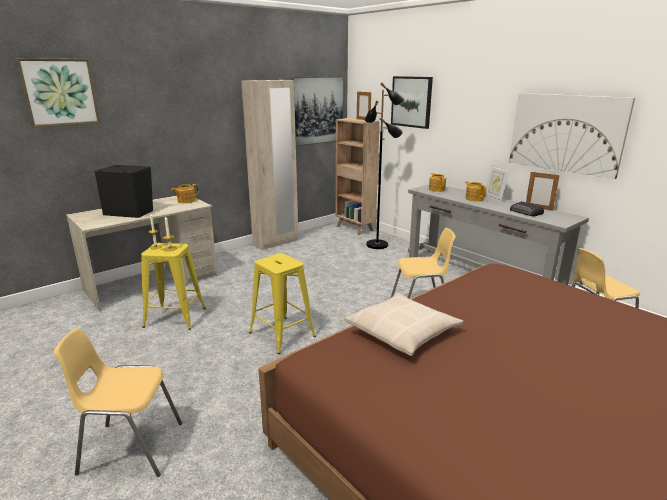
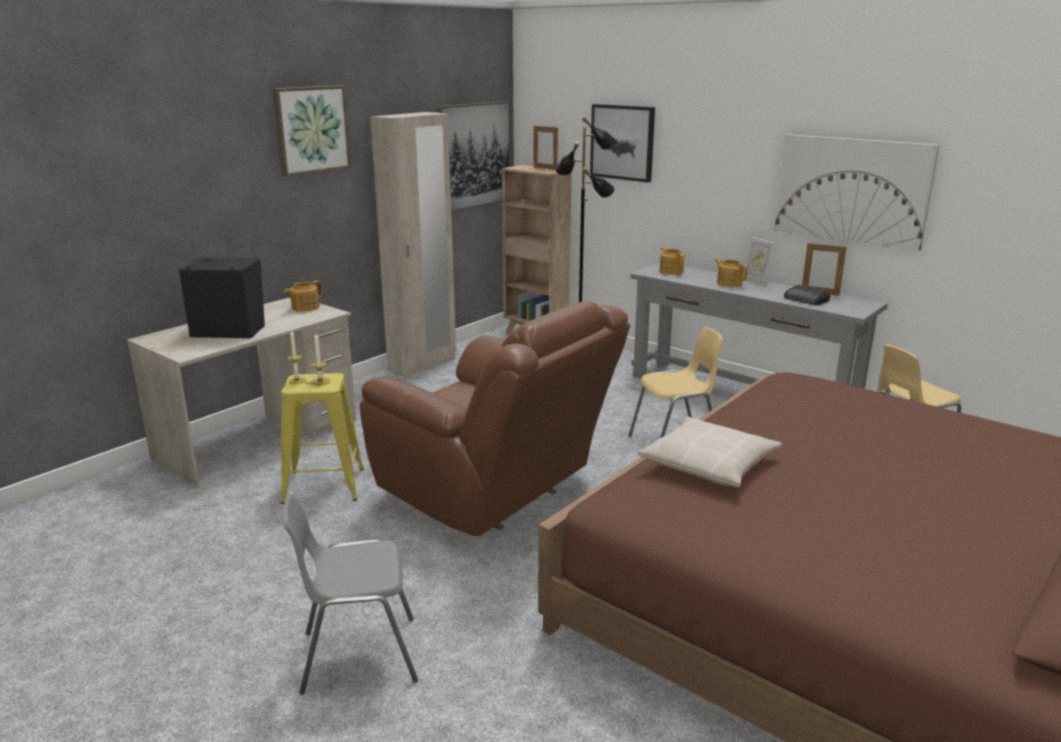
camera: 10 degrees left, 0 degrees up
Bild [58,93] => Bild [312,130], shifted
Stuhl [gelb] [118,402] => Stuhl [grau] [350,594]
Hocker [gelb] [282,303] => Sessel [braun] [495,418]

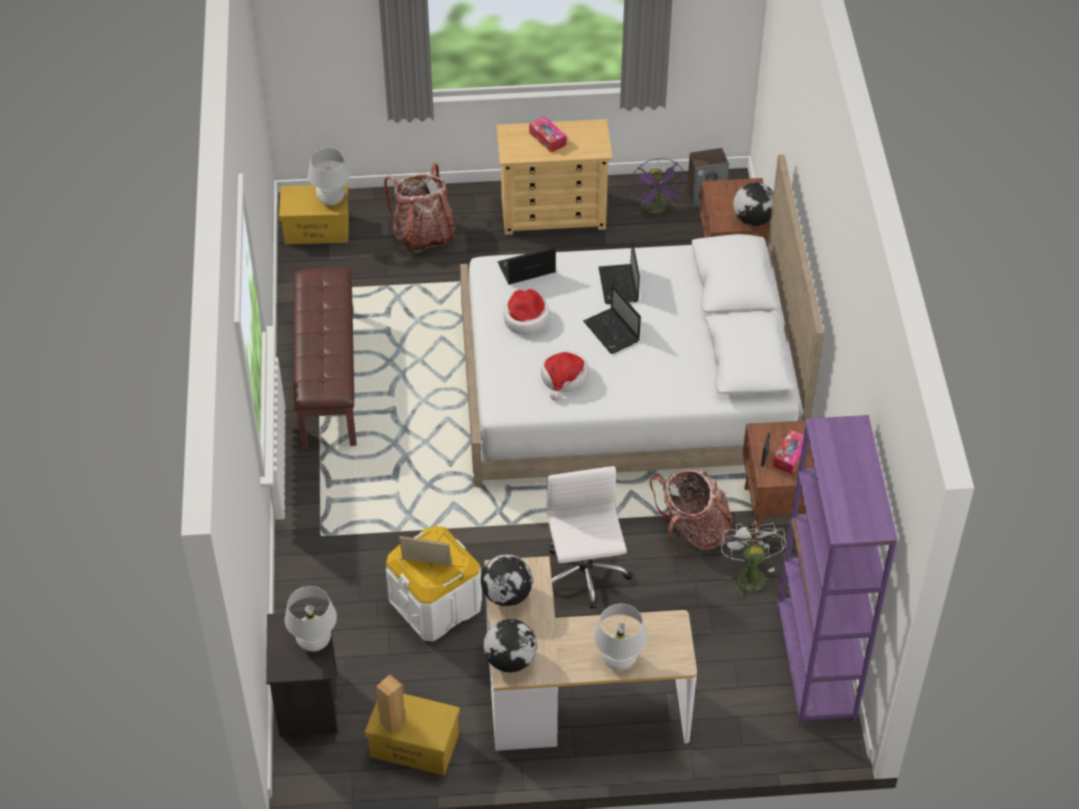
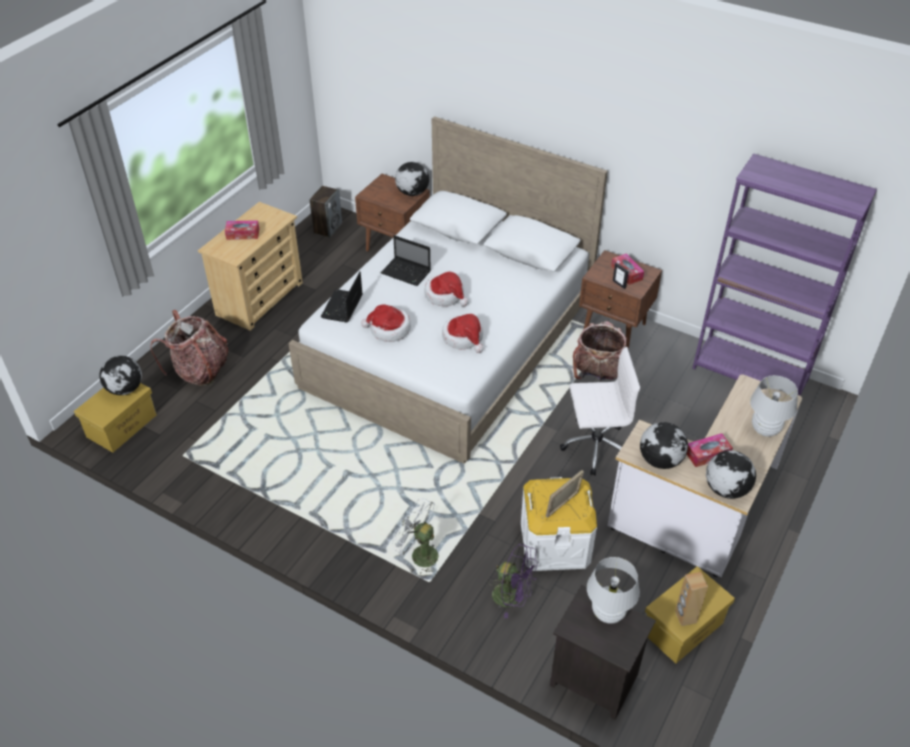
camera: 55 degrees left, 5 degrees down
Tischlampe [weiß] [329,176] => Globus [120,375]
Ventilator [weiß] [753,560] => Ventilator [weiß] [415,535], shifted
Laptop [612,319] => Hut [446,289]
Ventilator [lila] [658,186] => Ventilator [lila] [513,580], shifted
Bürostuhl [weiß] [590,537] => Bürostuhl [weiß] [600,411], 150 degrees clockwise
nothing => Taschentuchbox [710,450]
Bank [braun] [325,358] => nothing

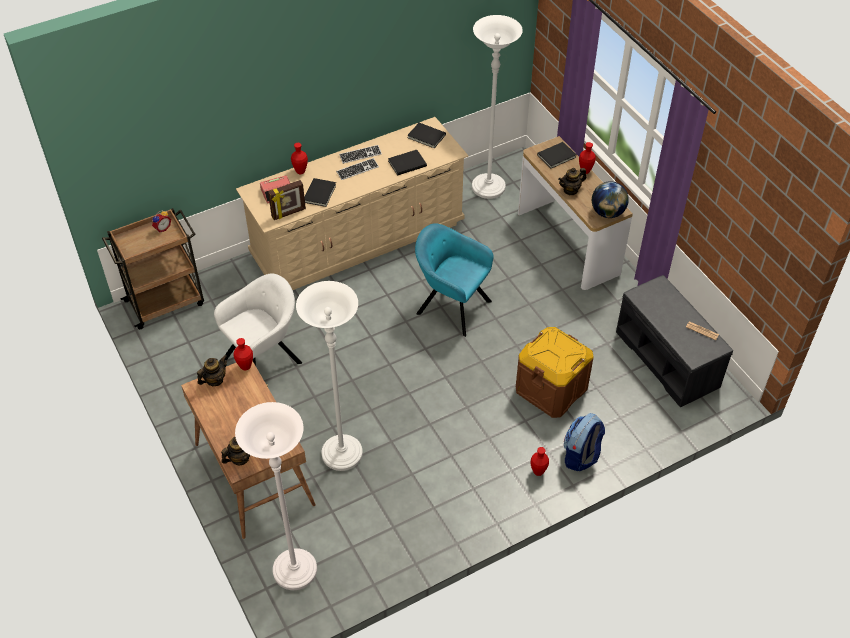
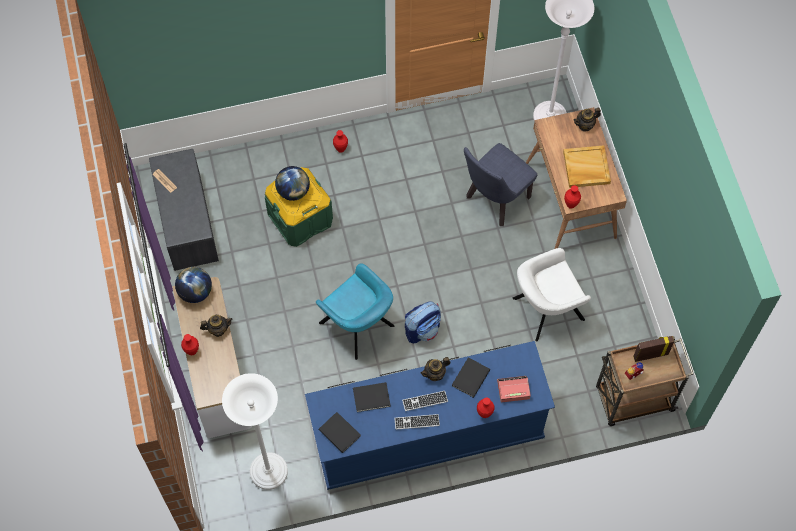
camera: 165 degrees left, 15 degrees up
Aufbewahrungsbox [braun] [555,372] => Aufbewahrungsbox [grün] [299,207]
nothing => Globus [292,183]
Kommode [beige] [352,203] => Kommode [blau] [430,415]
Rucksack [584,442] => Rucksack [423,322], shifted
Teekanne [212,370] => Teekanne [436,369], shifted
Stehlampe [weiß] [329,376] => Stuhl [blau] [500,184]
nothing => Tablett [beige] [587,166]
Bilderrahmen [287,200] => Bilderrahmen [653,349], shifted
Buch [schwarz] [556,155] => nothing

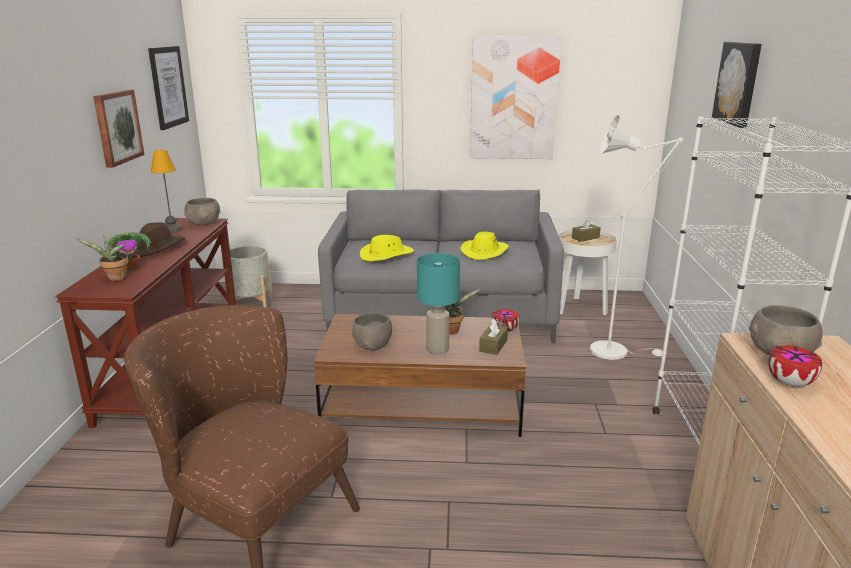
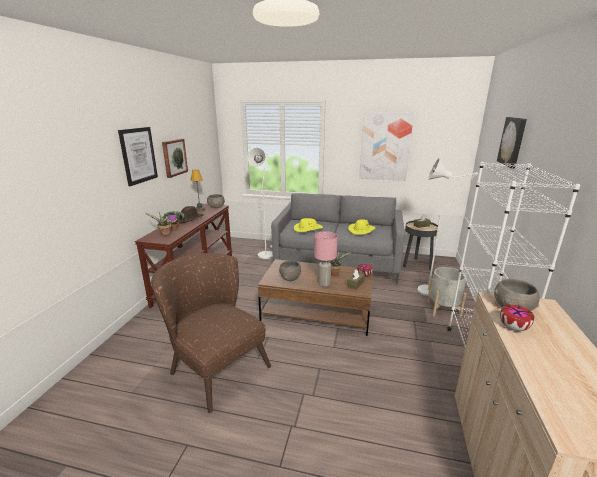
camera: 10 degrees right, 0 degrees up
Bild [168,88] => Bild [138,156], shifted
nothing => Stehlampe [weiß] [260,203]
Tischlampe [türkis] [438,303] => Tischlampe [rosa] [326,258]
Beistelltisch [weiß] [588,272] => Beistelltisch [schwarz] [420,245]
Pflanzkübel [grau] [251,277] => Pflanzkübel [grau] [447,292], shifted

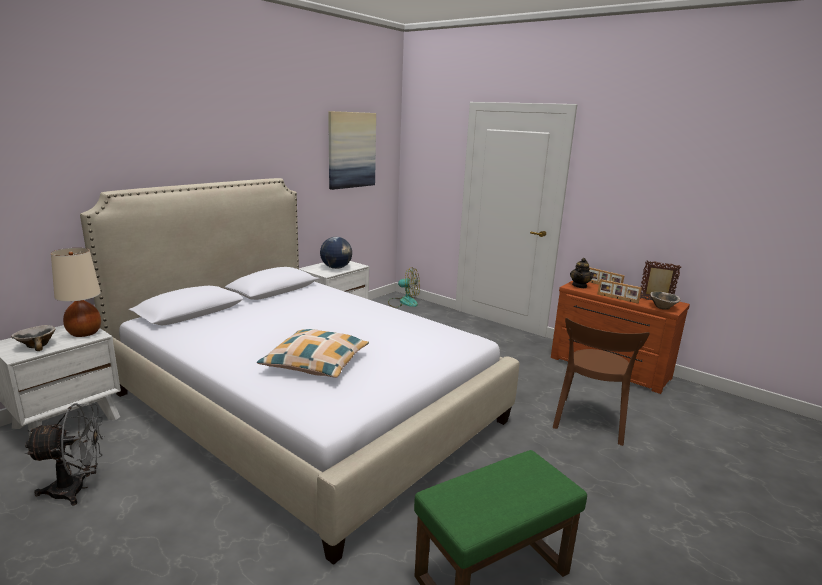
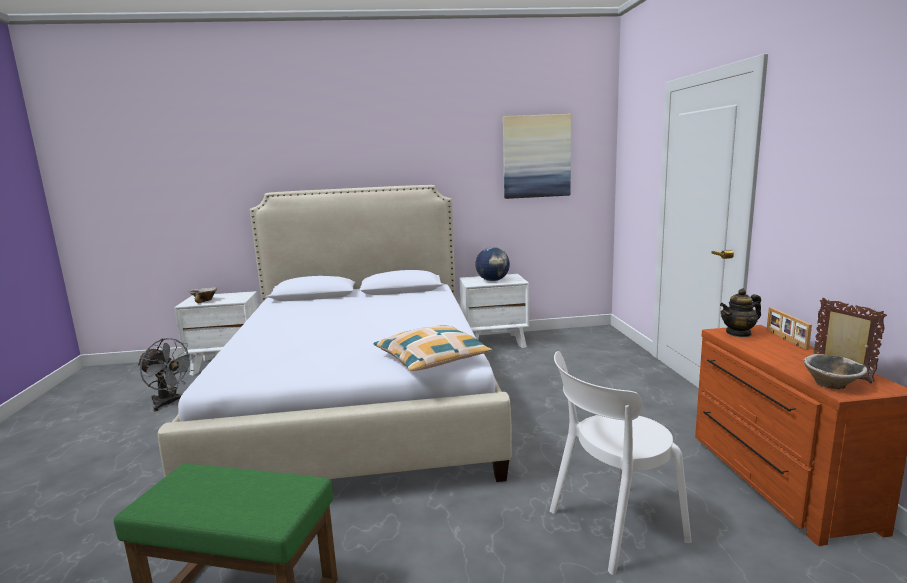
camera: 45 degrees right, 5 degrees down
Kissen [313,353] => Kissen [432,348], shifted
Stuhl [braun] [601,382] => Stuhl [weiß] [621,463]
Tischlampe [beige] [76,292] => nothing
Ventilator [404,287] => nothing
Bilderrahmen [619,291] => nothing

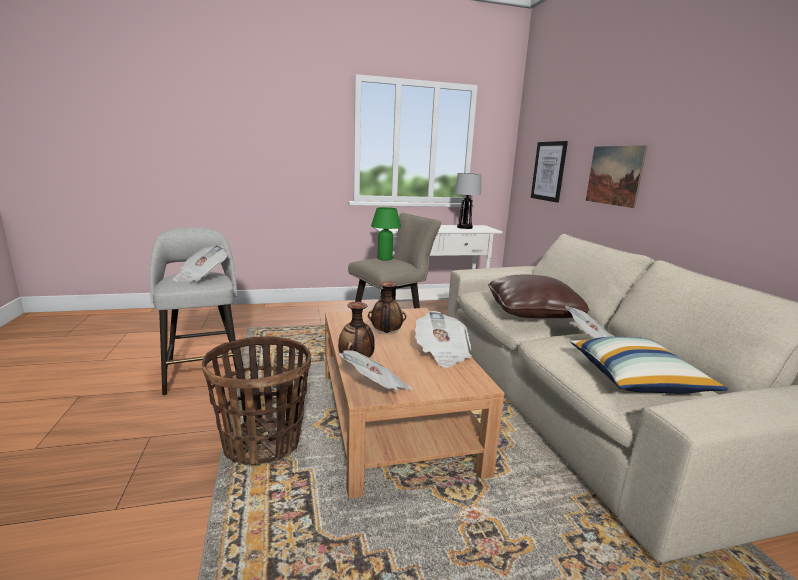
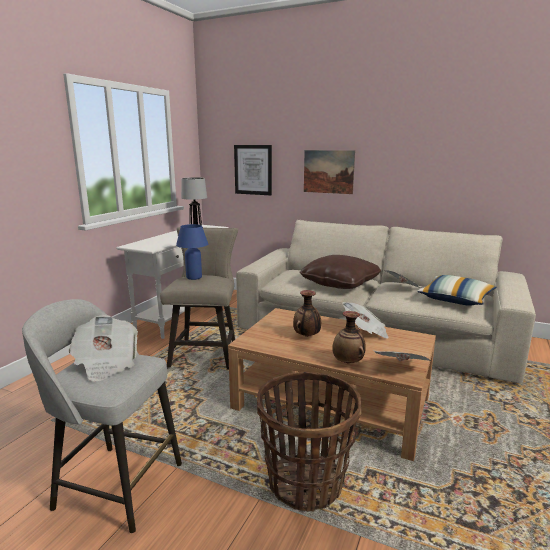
camera: 50 degrees left, 0 degrees up
Tischlampe [grün] [386,234] => Tischlampe [blau] [192,252]

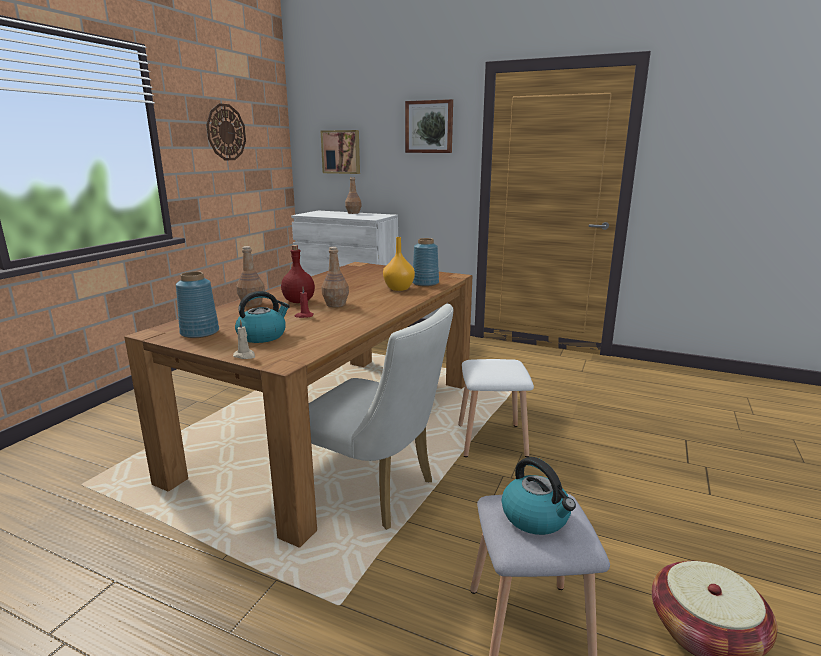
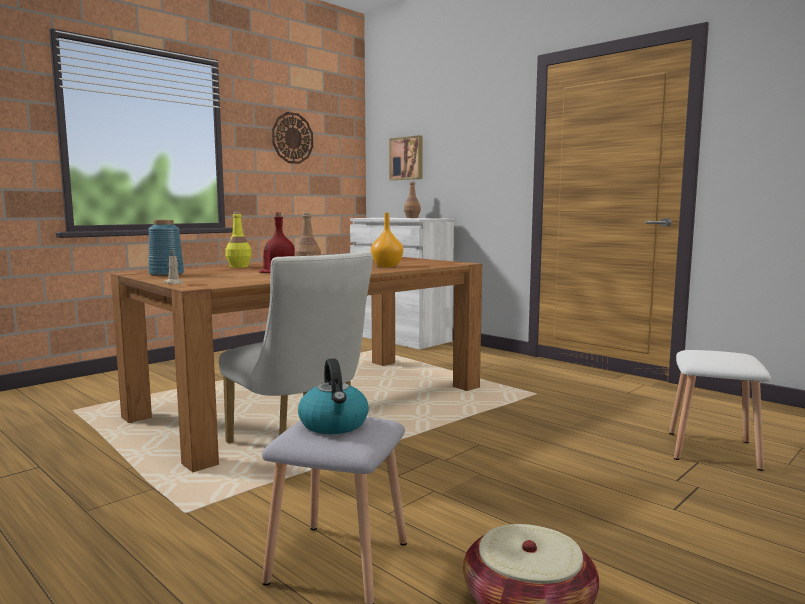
camera: 20 degrees right, 10 degrees down
Flasche [braun] [250,276] => Flasche [gelb] [239,240]
Hocker [weiß] [496,408] => Hocker [weiß] [720,410], shifted
Wasserkessel [262,317] => nothing
Bild [429,126] => nothing
Vase [blau] [426,262] => nothing

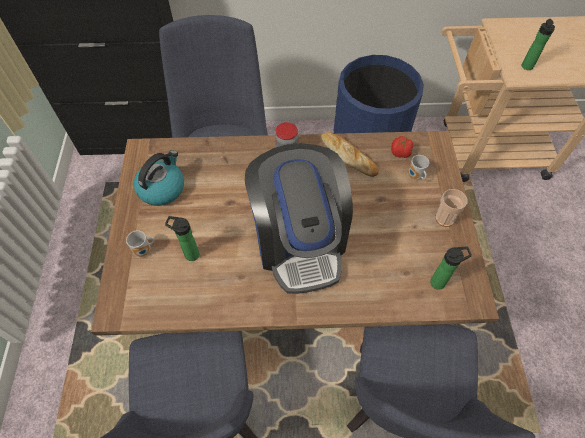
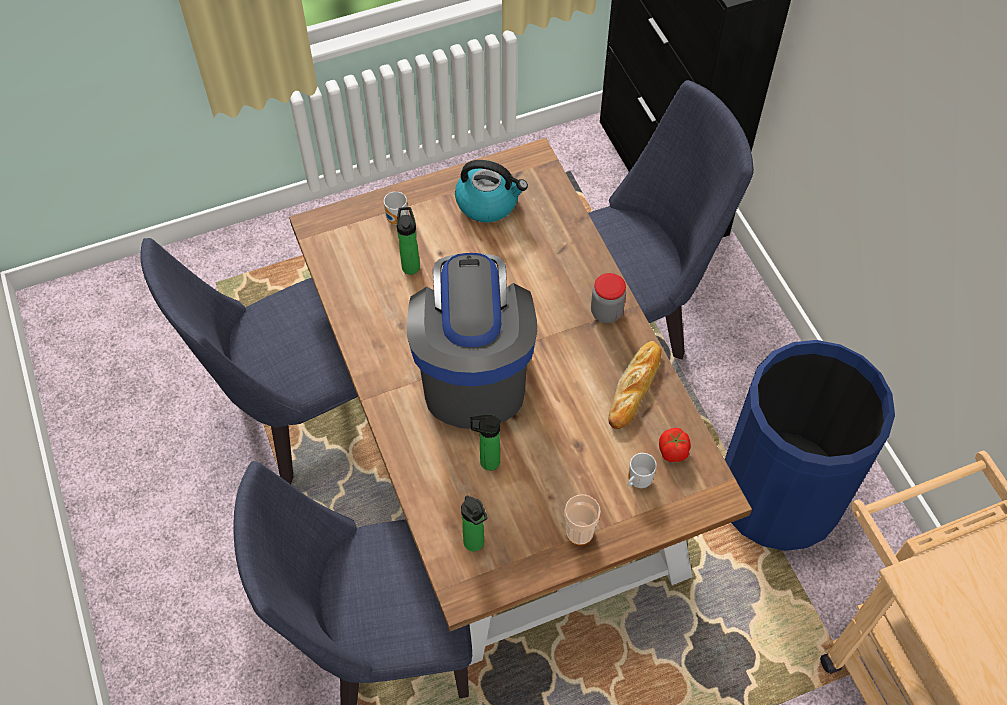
camera: 70 degrees right, 0 degrees up
Kaffeemaschine [299,218] => Kaffeemaschine [471,341], 120 degrees clockwise
Flasche [538,44] => Flasche [485,443], shifted

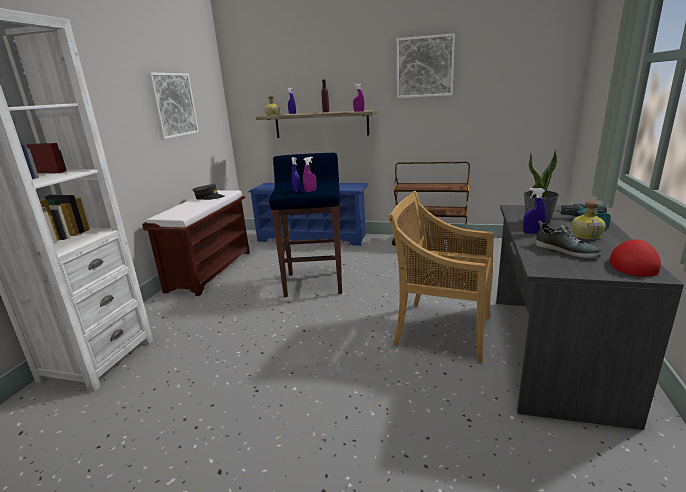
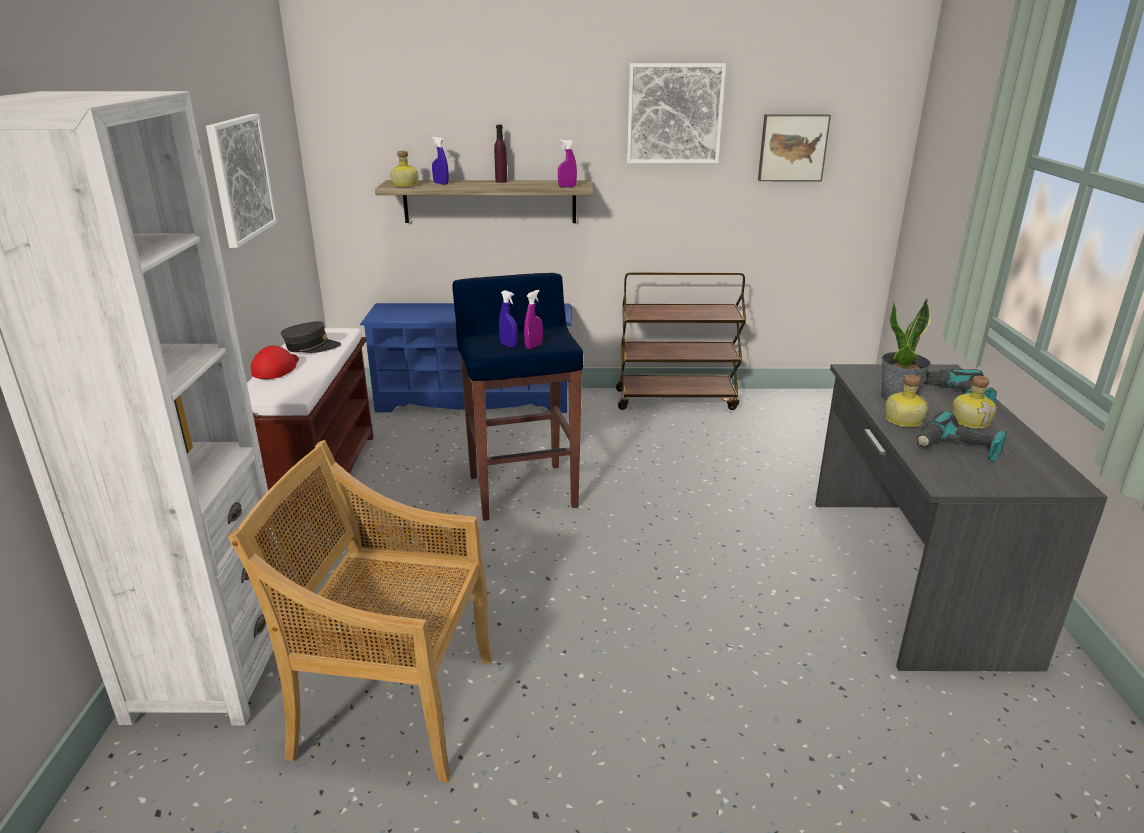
camera: 15 degrees left, 5 degrees up
Stuhl [beige] [441,277] => Stuhl [beige] [360,611], shifted
Kappe [rot] [635,258] => Kappe [rot] [275,362], shifted
nothing => Bild [794,147]
Sprühflasche [blau] [534,211] => Flasche [907,401]
Schuh [568,239] => Bohrmaschine [961,436]

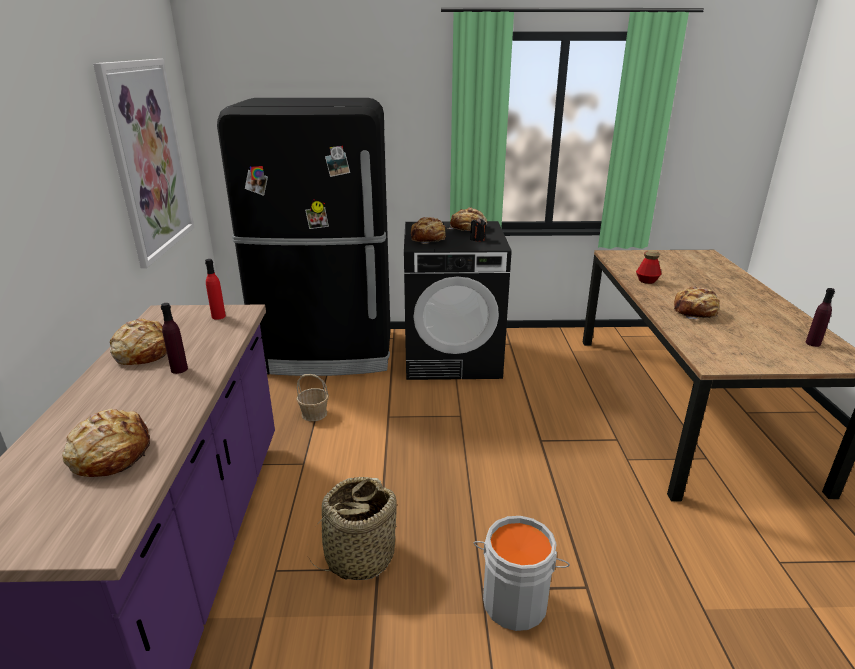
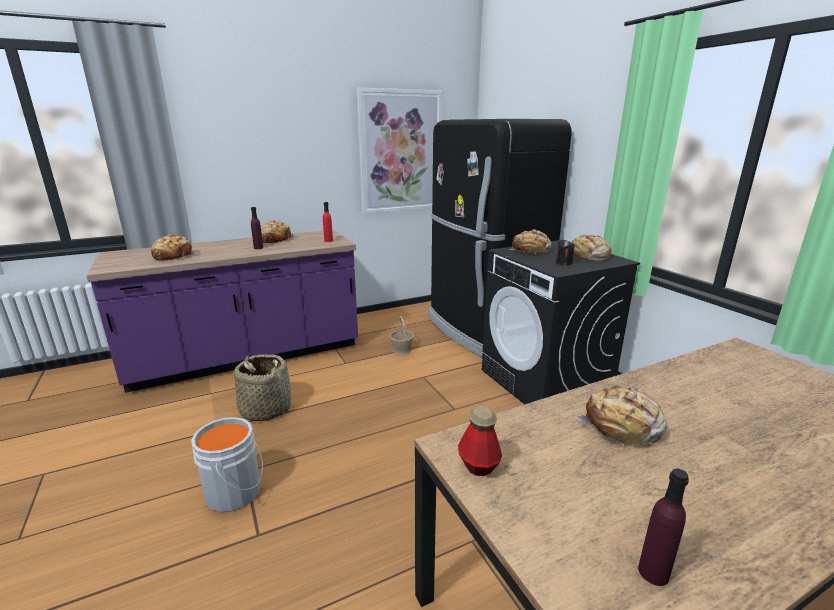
camera: 65 degrees right, 5 degrees down
Flasche [649,267] => Flasche [480,441], shifted

